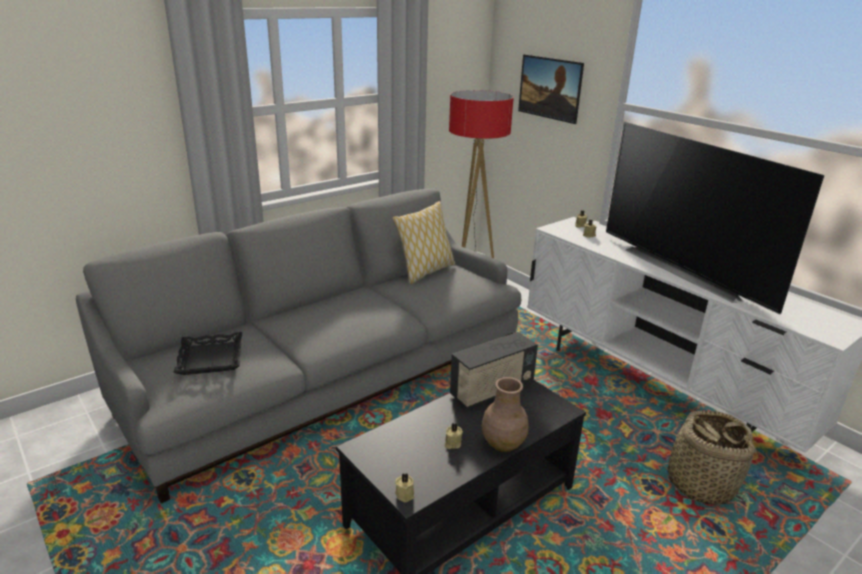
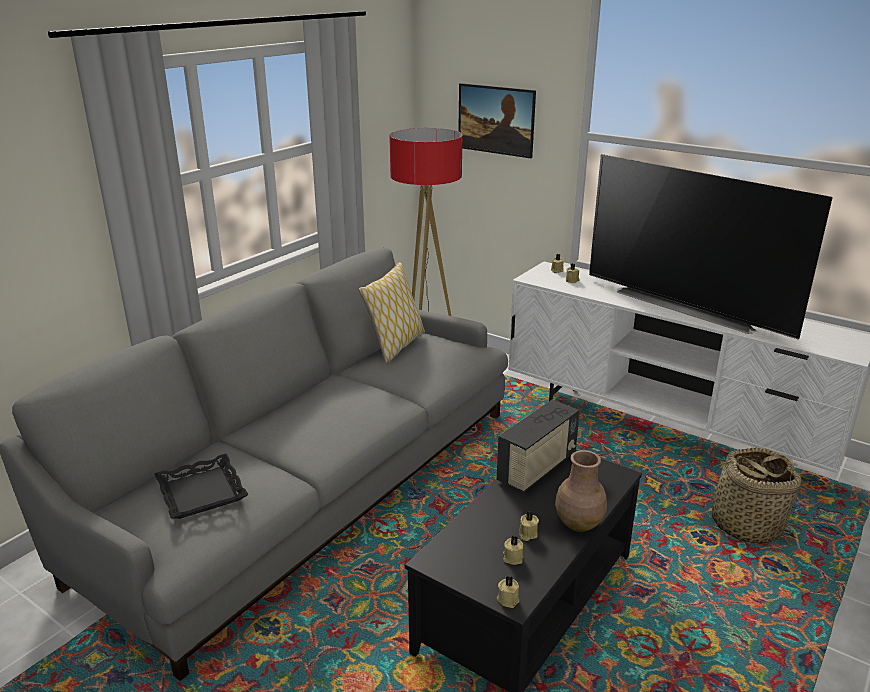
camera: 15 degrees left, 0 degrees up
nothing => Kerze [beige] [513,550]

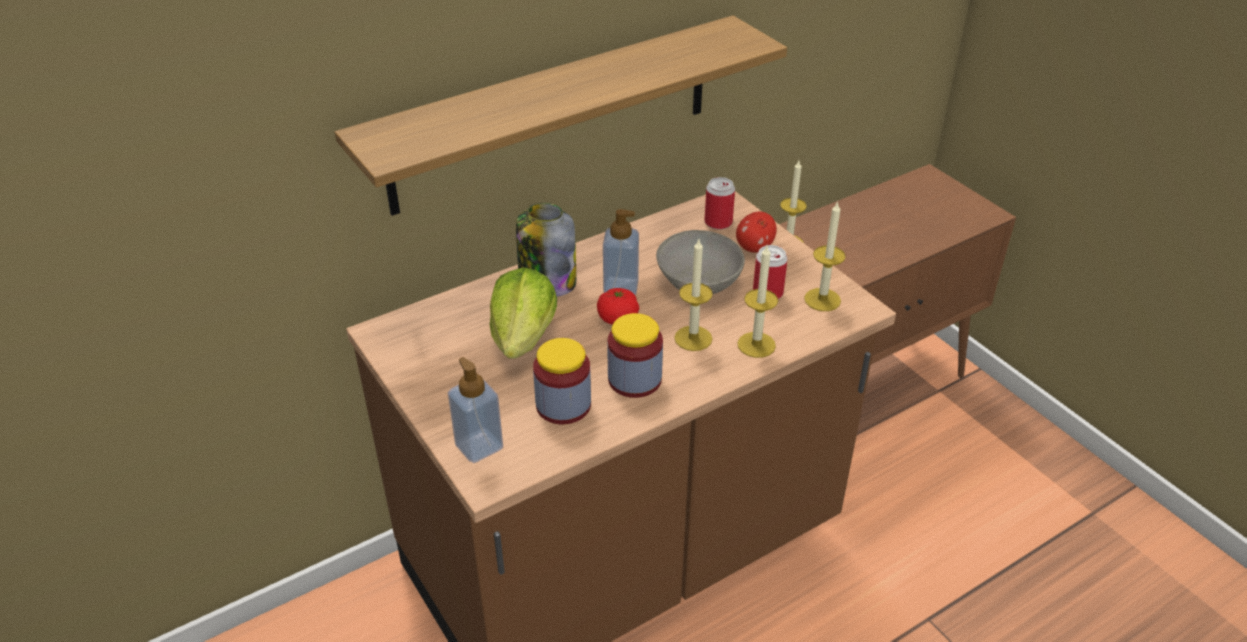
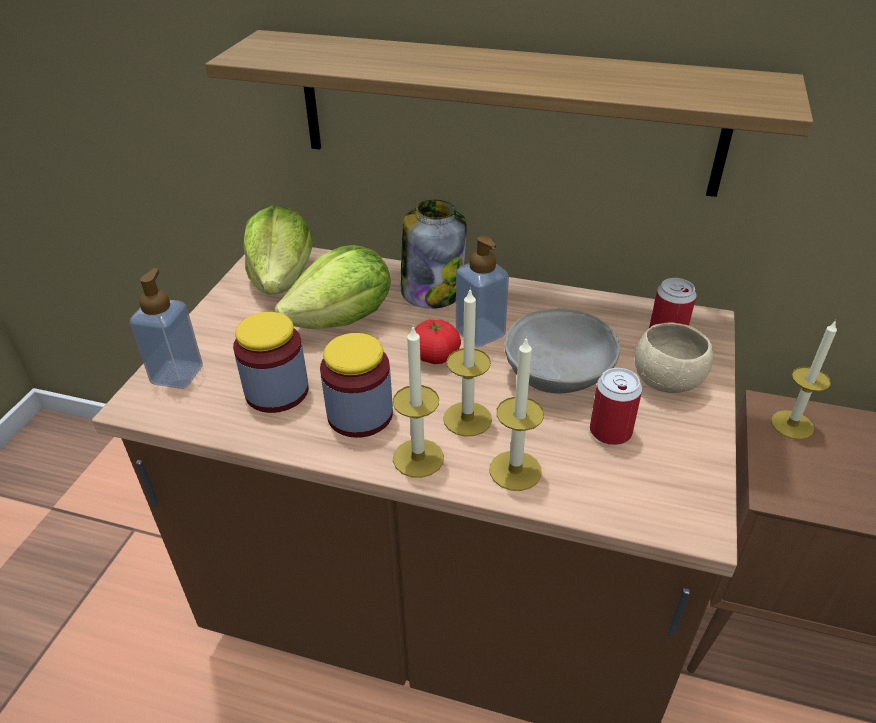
camera: 50 degrees right, 0 degrees up
nothing => Salatkopf [278,250]
Kerze [825,256] => Kerze [418,402], shifted
Apfel [756,232] => Schüssel [beige] [674,357]

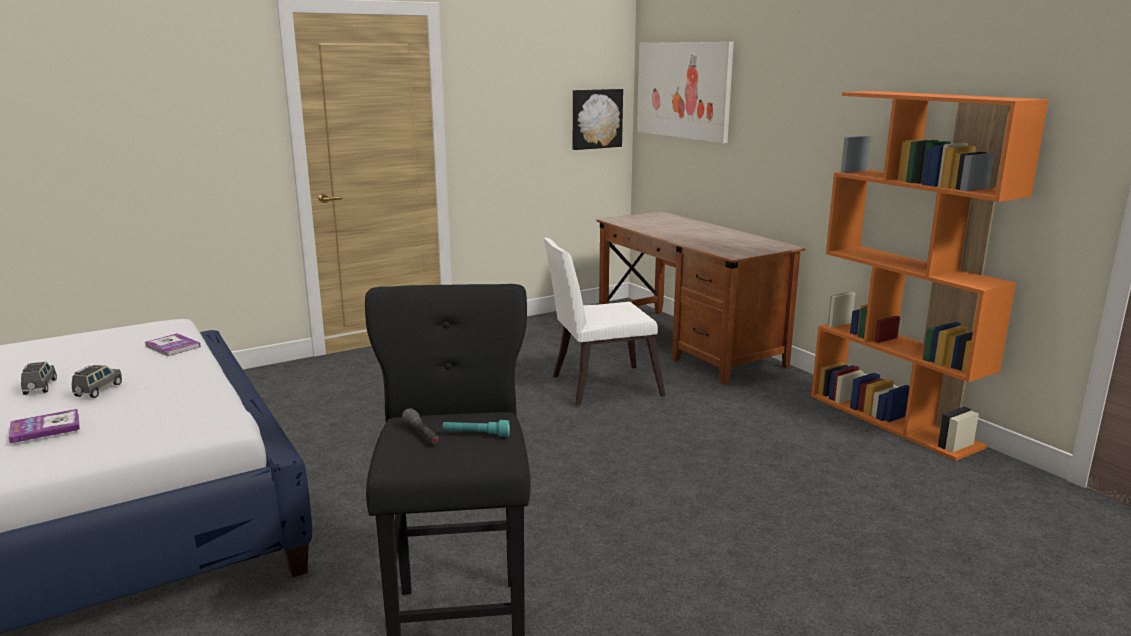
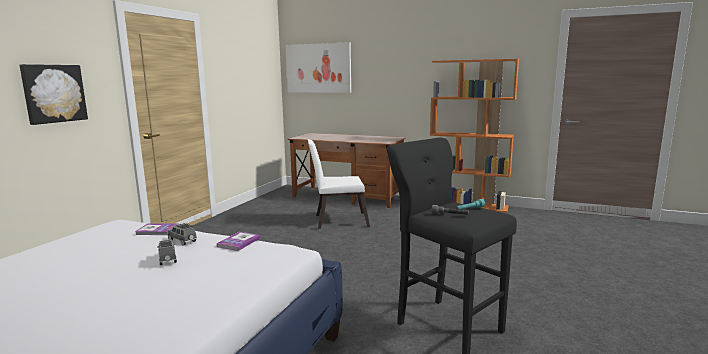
camera: 35 degrees left, 5 degrees down
Bild [598,119] => Bild [54,94], shifted
Spielzeugauto [grau] [39,378] => Spielzeugauto [grau] [182,234], shifted
Buch [44,426] => Buch [238,241], shifted
Stuhl [weiß] [605,321] => Stuhl [weiß] [339,184], 45 degrees clockwise

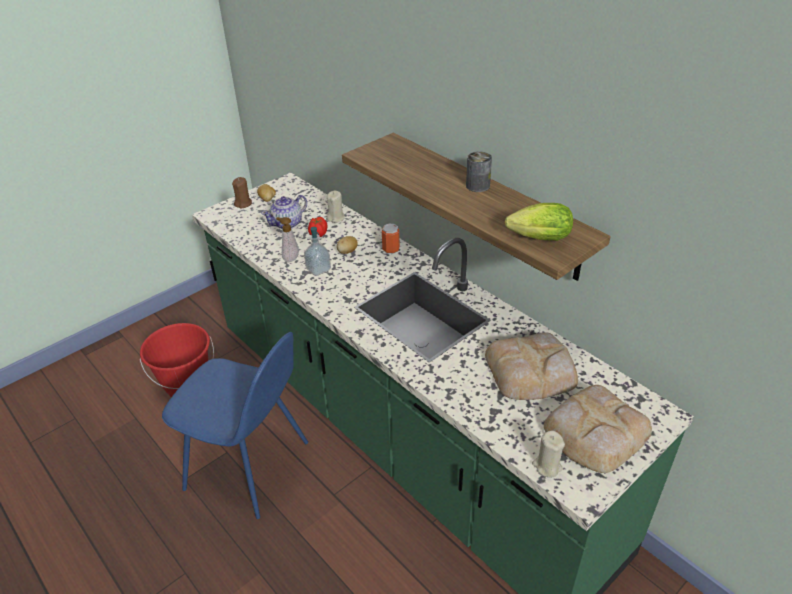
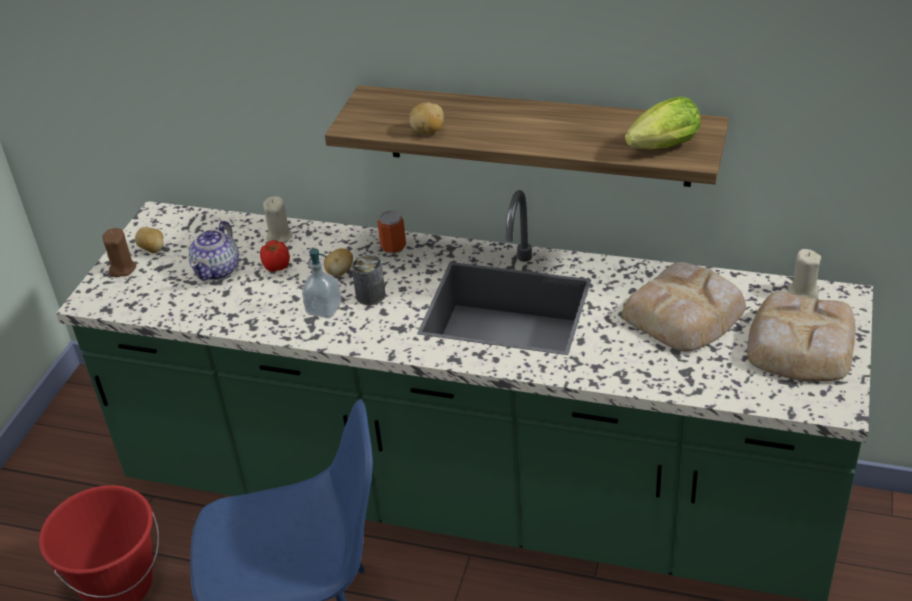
camera: 30 degrees left, 0 degrees up
Dose [479,171] => Dose [368,280], shifted
nothing => Kartoffel [426,118]
Kerze [beige] [548,454] => Kerze [beige] [804,274], shifted
Seifenspender [287,239] => nothing

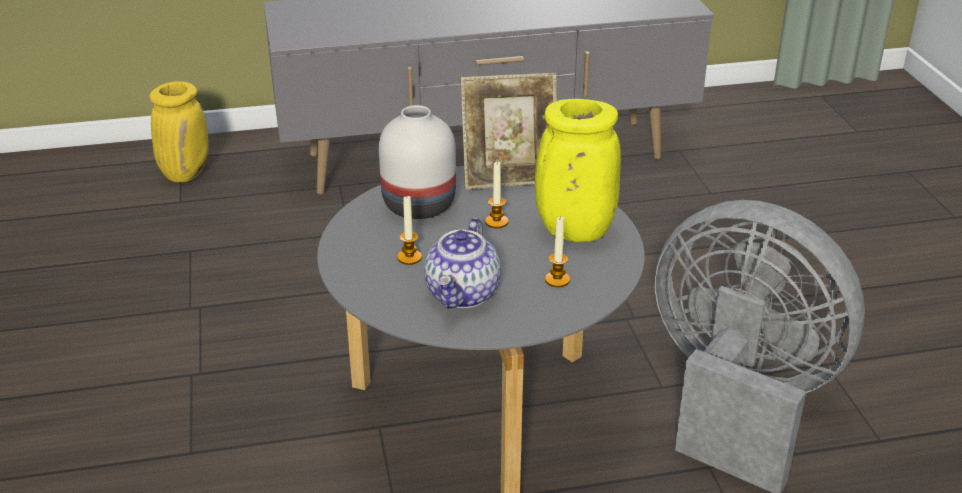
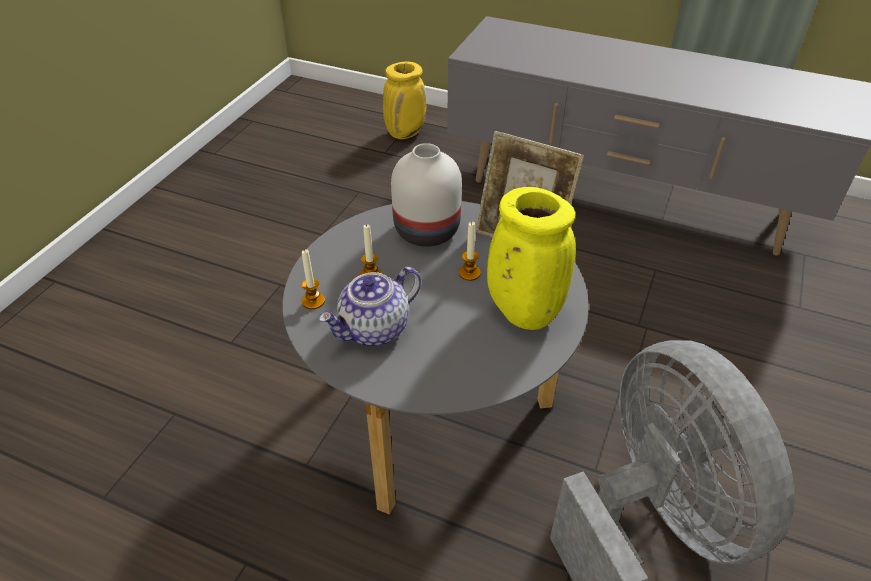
camera: 35 degrees right, 10 degrees up
Kerze [557,252] => Kerze [313,279], shifted

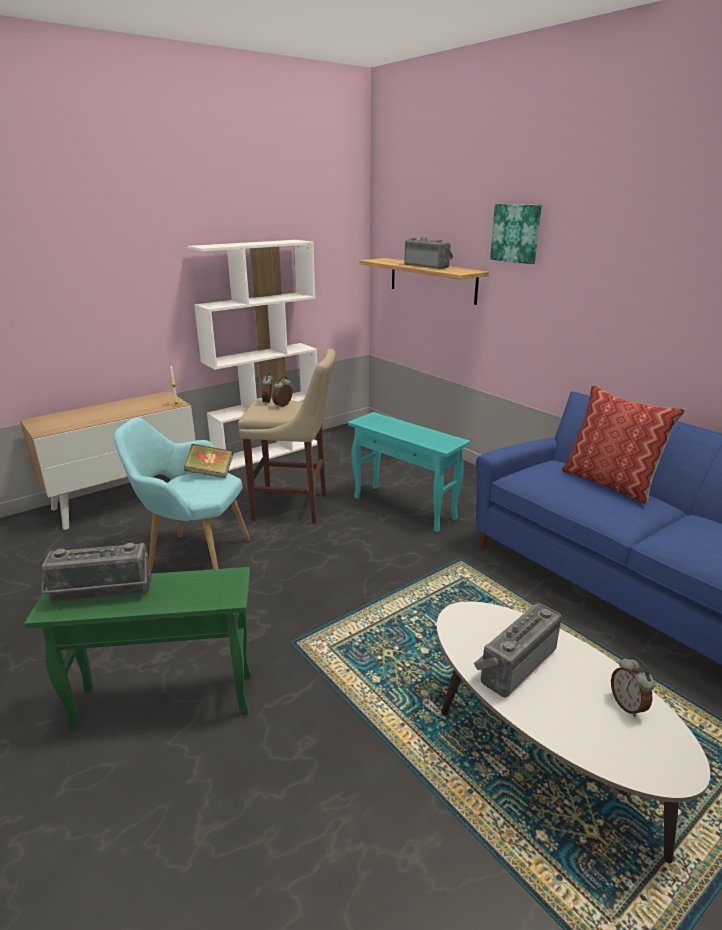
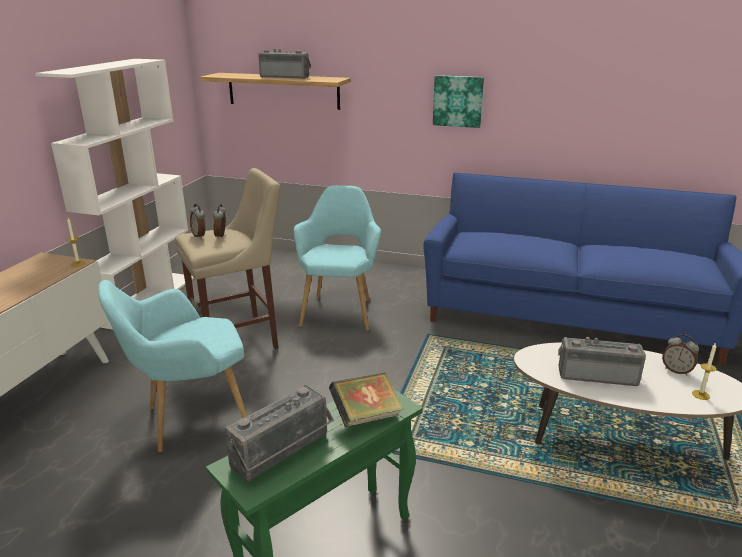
camera: 35 degrees left, 0 degrees up
Beistelltisch [türkis] [409,472] => Sessel [türkis] [337,258]
Buch [208,461] => Buch [366,399], shifted
Bild [516,234] => Bild [458,101], shifted
Radio [518,650] => Radio [602,361], 90 degrees clockwise
nothing => Kerze [704,371]
Kissen [623,445] => nothing

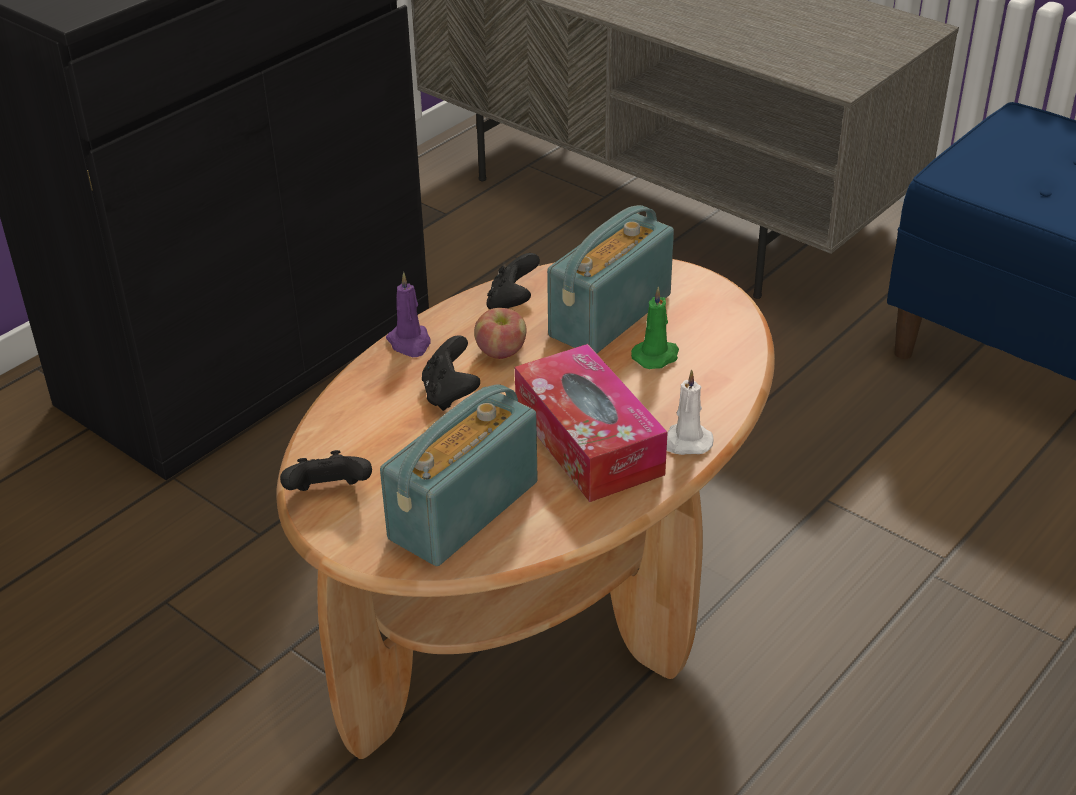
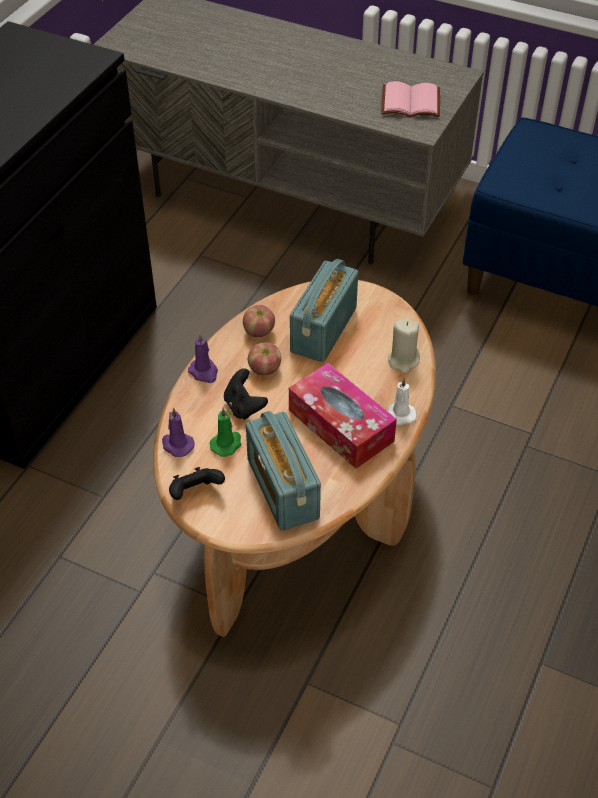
camera: 15 degrees left, 10 degrees up
nothing => Kerze [lila] [178,432]
Kerze [grün] [655,327] => Kerze [grün] [225,432], shifted
Gamepad [schwarz] [513,281] => Apfel [259,321]
Radio [459,475] => Radio [283,471], 45 degrees counterclockwise
nothing => Buch [rosa] [410,99]
nothing => Kerze [beige] [404,345]

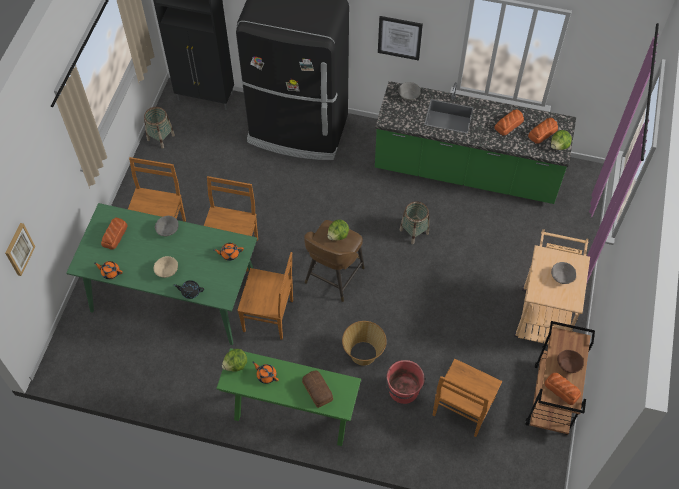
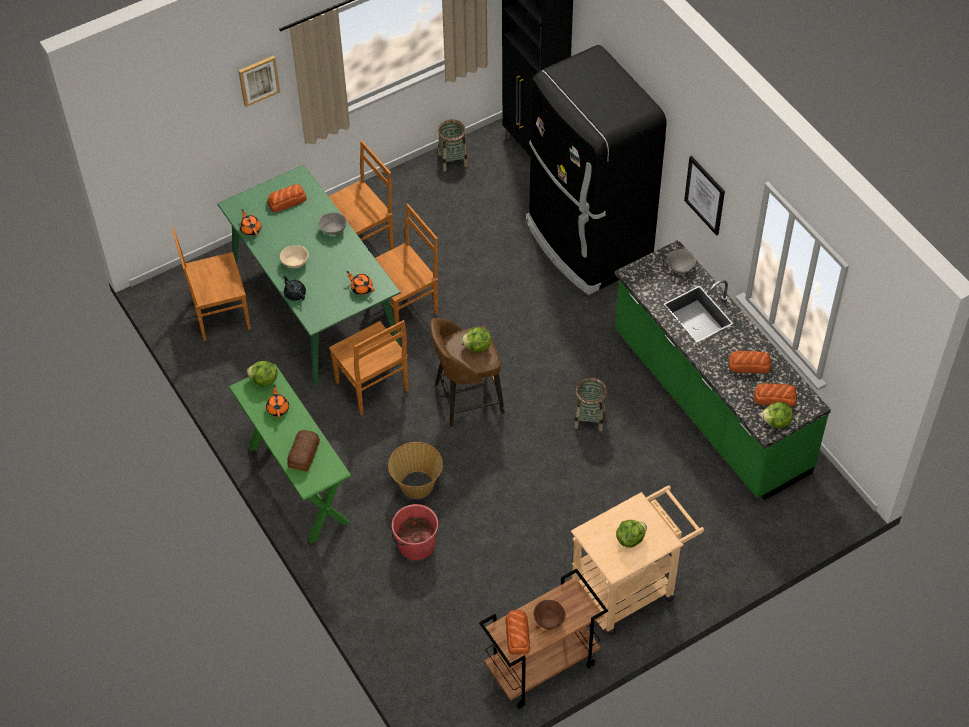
camera: 45 degrees right, 5 degrees down
Stuhl [braun] [467,398] => Stuhl [braun] [211,284], shifted
Bild [20,249] => Bild [259,81], shifted
Schüssel [grau] [563,273] => Salatkopf [631,534]

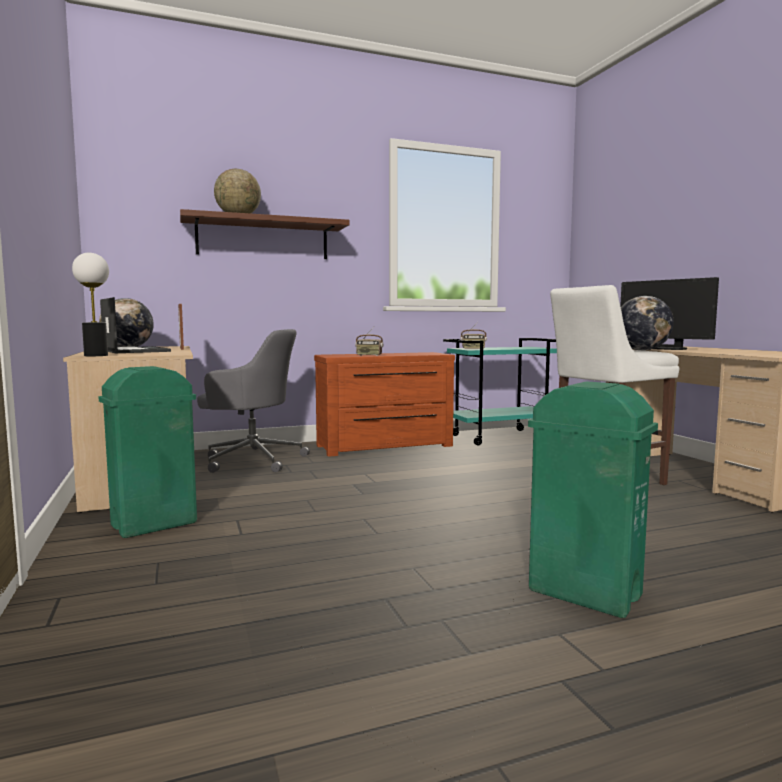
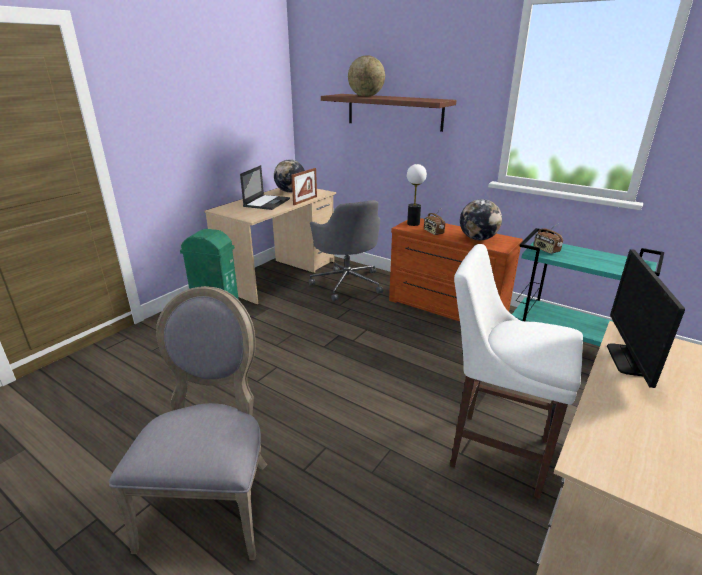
camera: 55 degrees right, 20 degrees up
Mülleimer [grün] [593,500] => Stuhl [grau] [188,423]
Tischlampe [90,304] => Tischlampe [417,195], shifted
Globus [647,323] => Globus [481,219], shifted

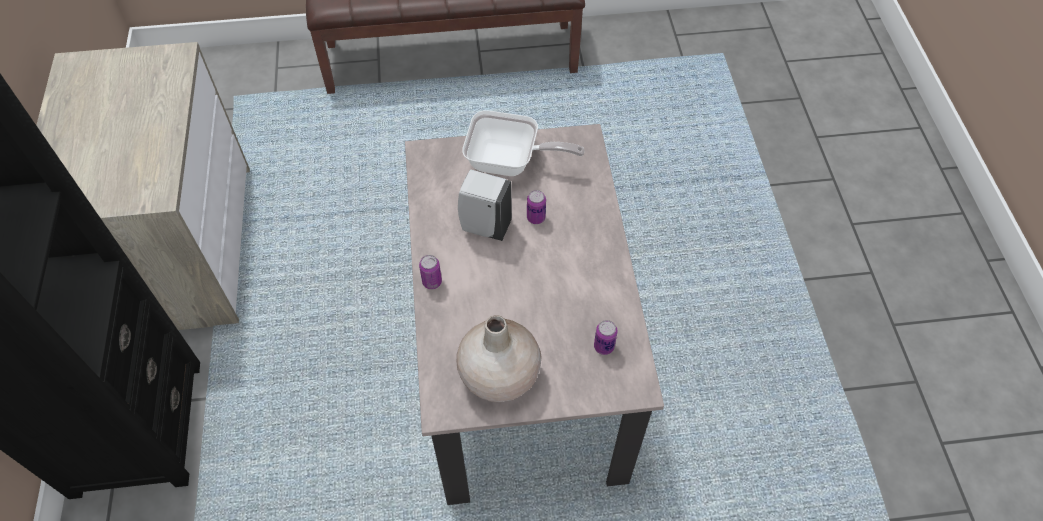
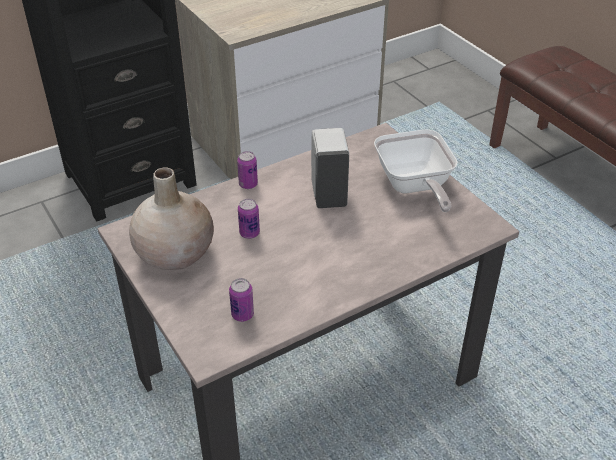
camera: 65 degrees right, 15 degrees down
Dose [536,207] => Dose [249,219], shifted

